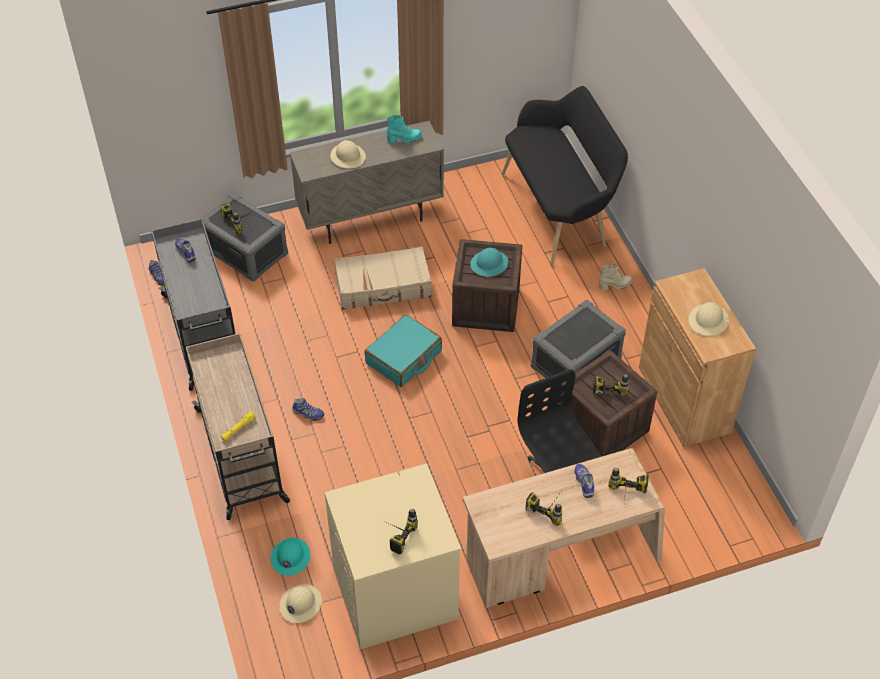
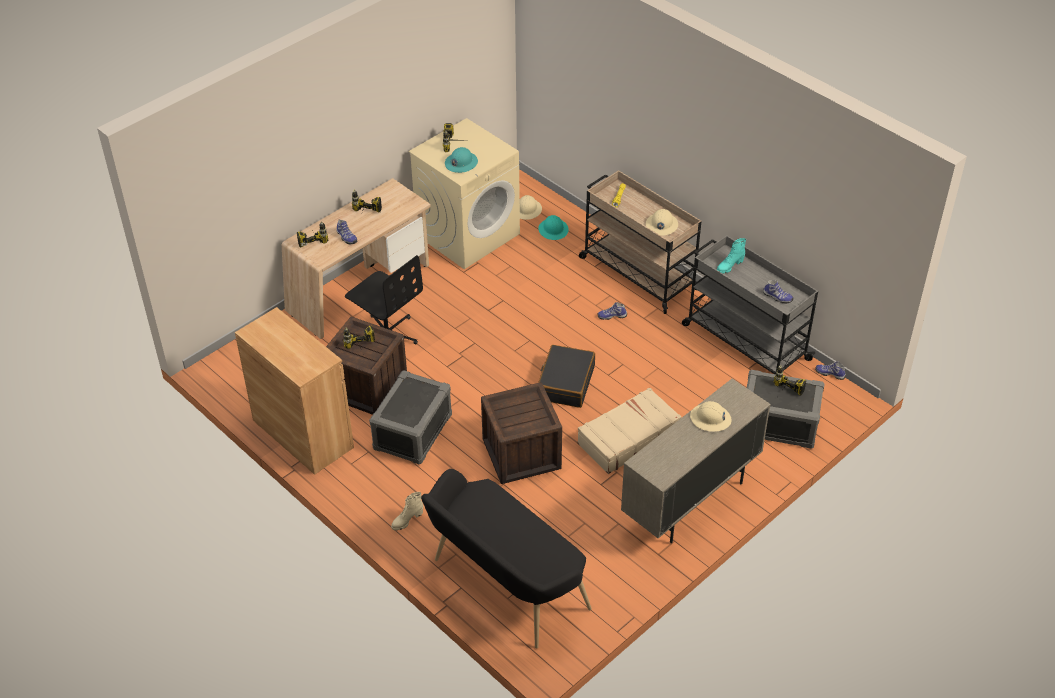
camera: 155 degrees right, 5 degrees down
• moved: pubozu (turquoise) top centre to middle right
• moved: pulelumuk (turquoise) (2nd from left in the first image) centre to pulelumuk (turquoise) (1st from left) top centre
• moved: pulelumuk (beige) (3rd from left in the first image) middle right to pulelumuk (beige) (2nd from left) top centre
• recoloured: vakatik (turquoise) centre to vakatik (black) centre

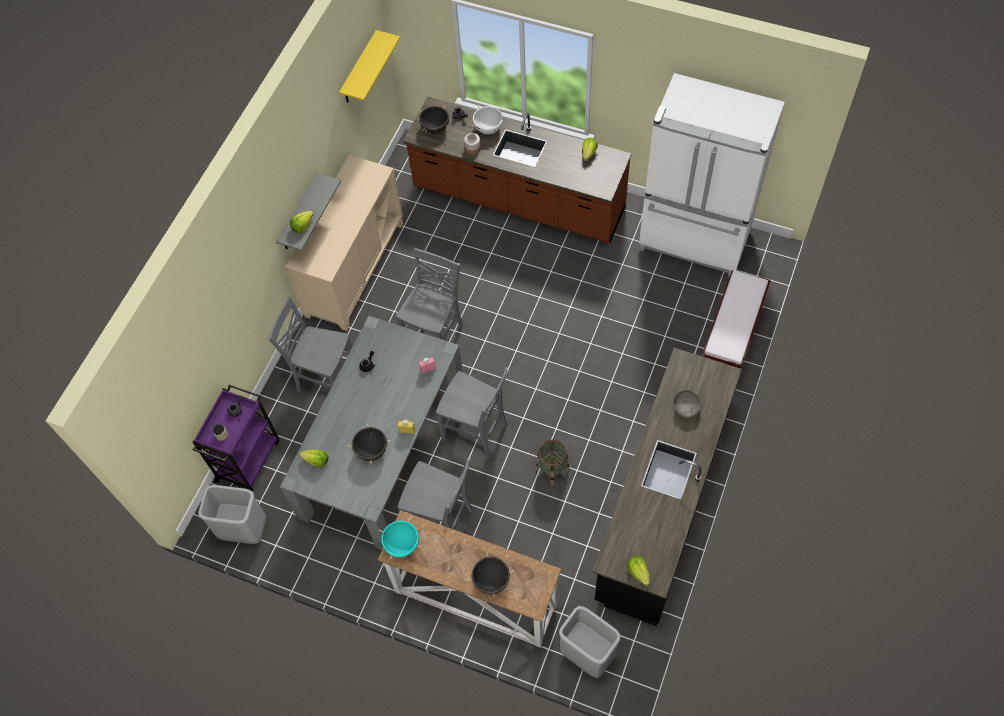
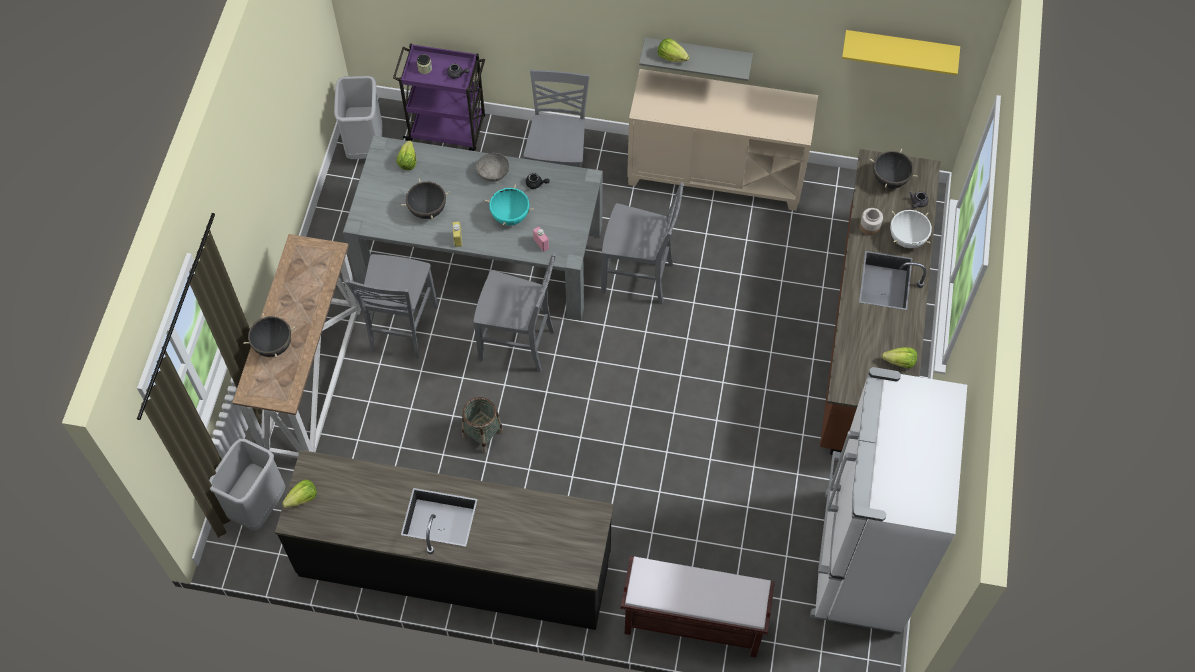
camera: 75 degrees right, 0 degrees up
• turned: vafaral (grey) (4th from left in the first image) centre = centre 90 degrees counterclockwise
• moved: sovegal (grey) middle right to top centre
• moved: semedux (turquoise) bottom centre to top centre

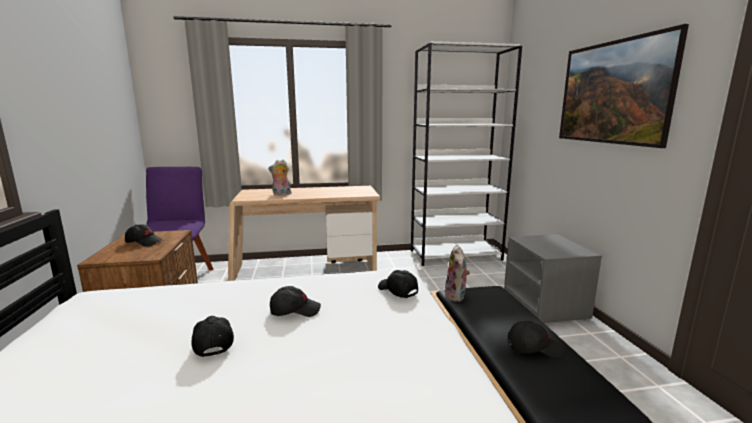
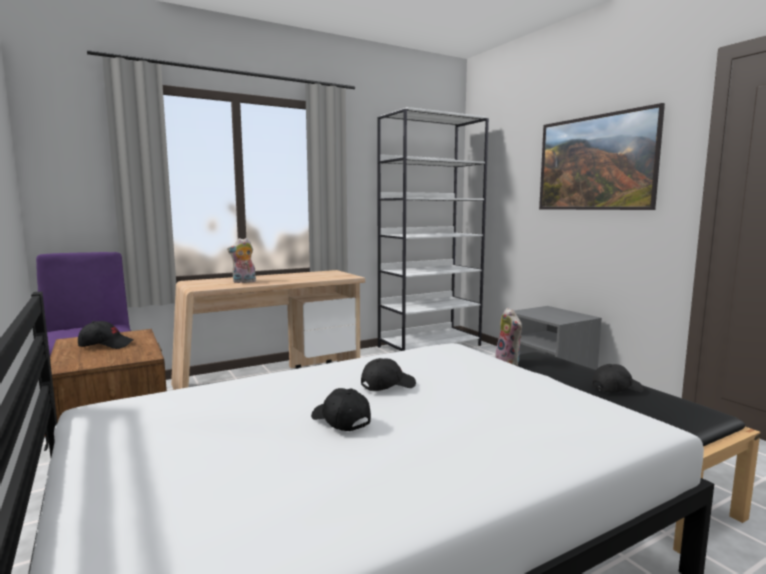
camera: 20 degrees left, 5 degrees down
• removed: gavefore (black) (4th from left) bottom centre

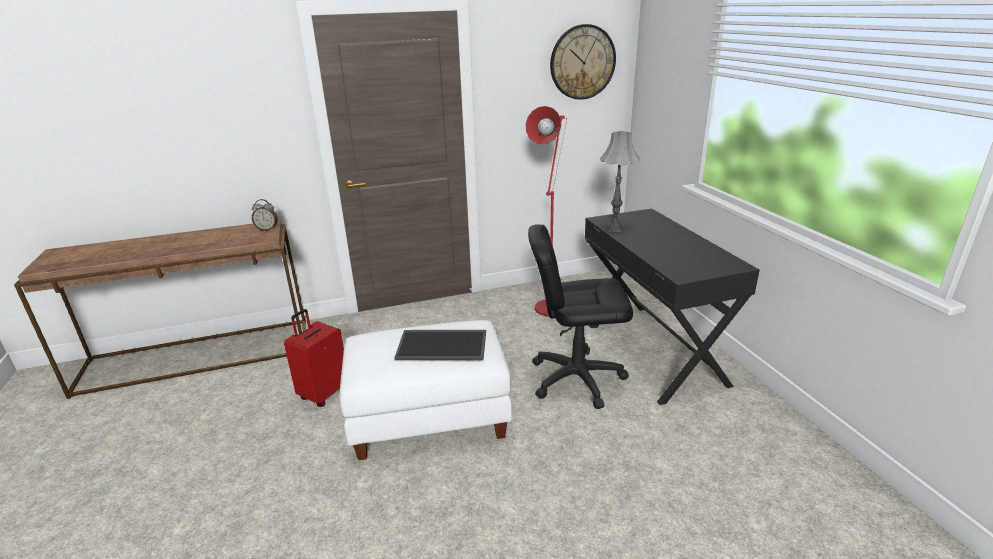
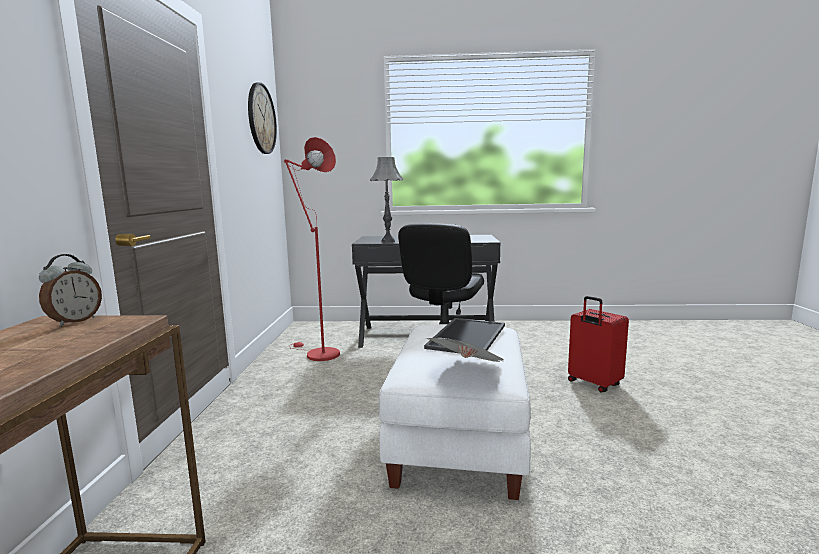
camera: 70 degrees left, 15 degrees down
• moved: vakatik (red) middle left to middle right
• added: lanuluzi centre

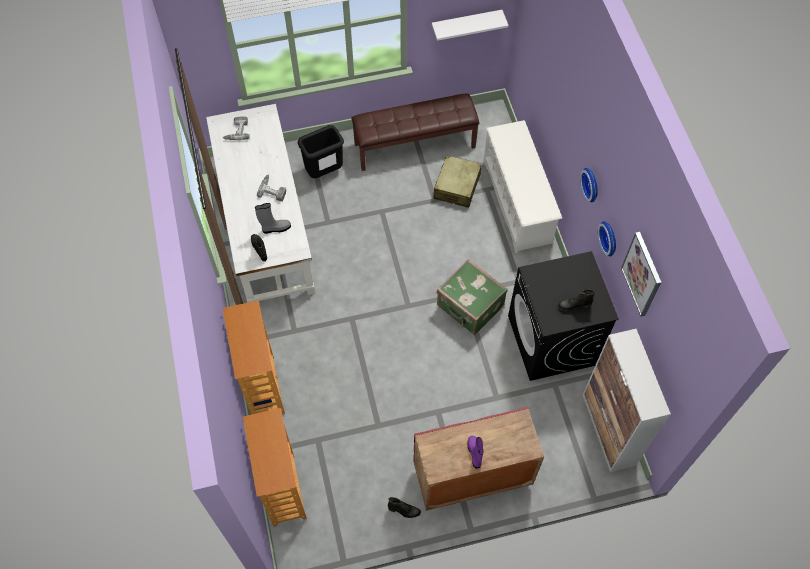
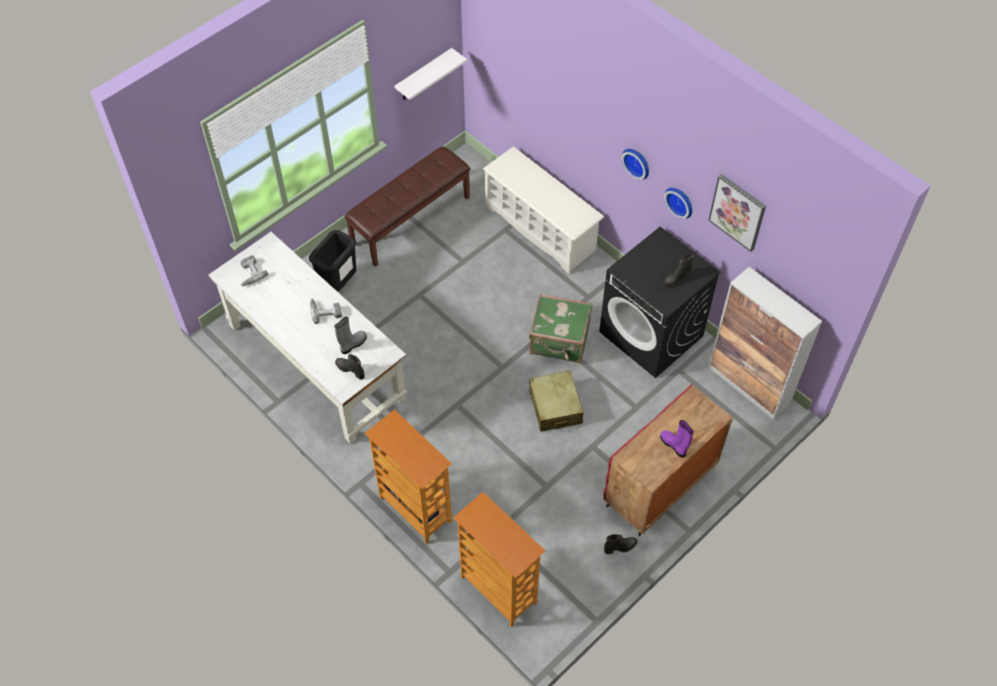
camera: 30 degrees left, 5 degrees down
• moved: vakatik (beige) top centre to centre

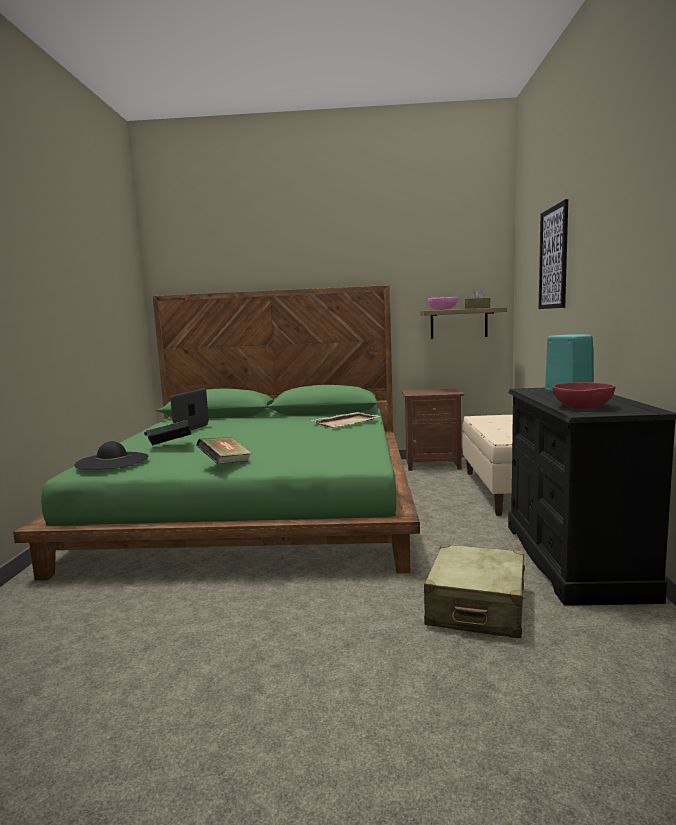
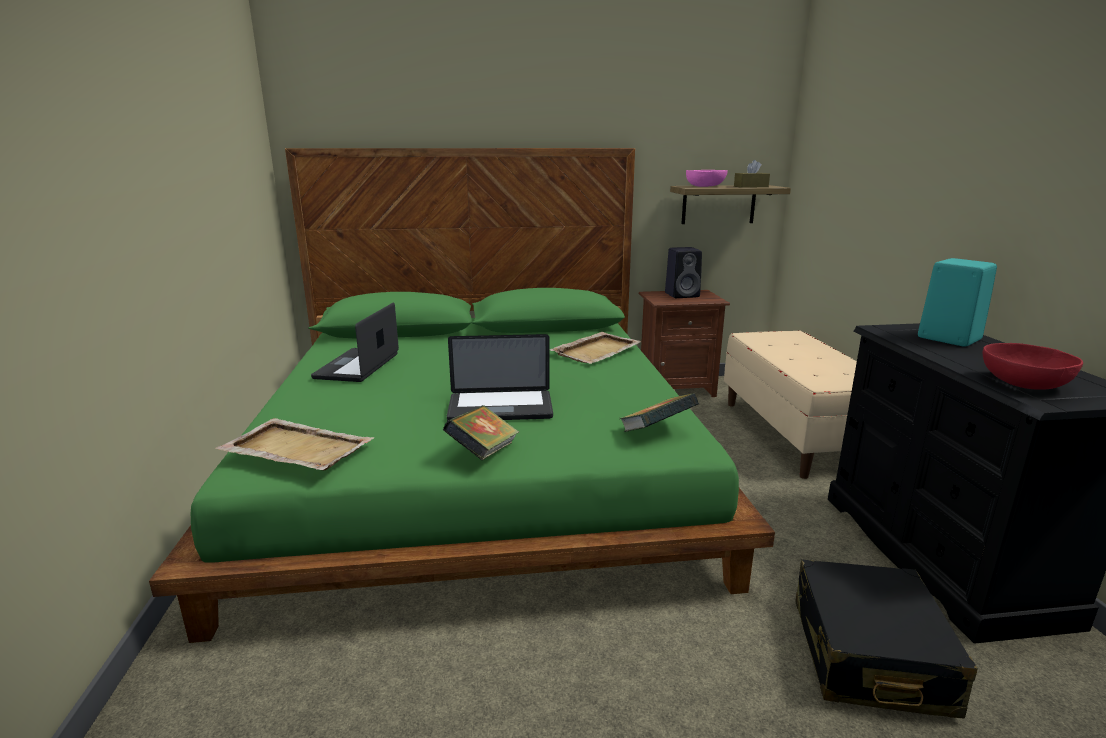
camera: 10 degrees left, 10 degrees up
• removed: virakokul top right
• moved: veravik (1st from left in the first image) middle left to veravik (2nd from left) centre
• replaced: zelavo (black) middle left to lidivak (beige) (1st from left) middle left
• recoloured: vakatik (beige) bottom right to vakatik (black) bottom right
• added: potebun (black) centre
• added: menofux (2nd from left) centre

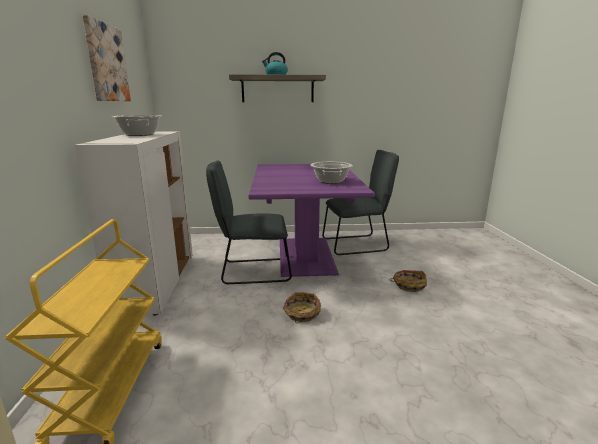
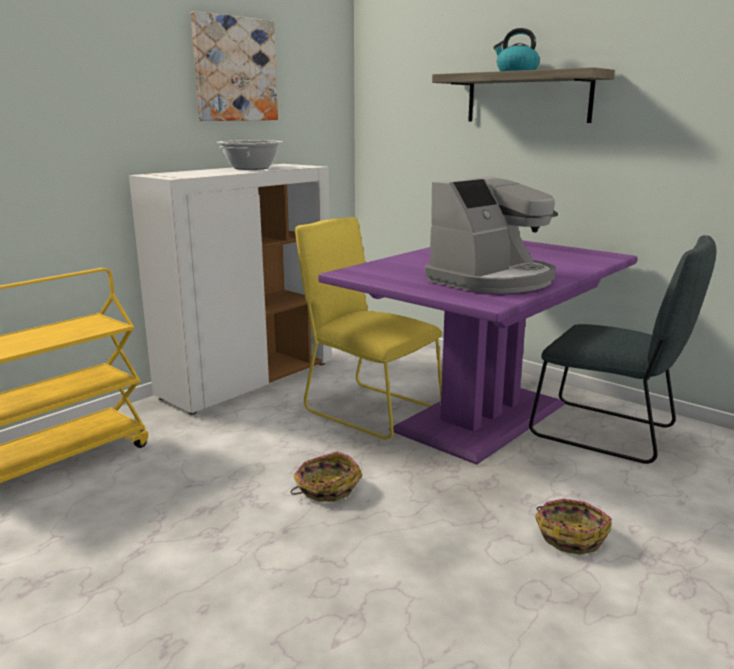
camera: 45 degrees right, 0 degrees up
• recoloured: vafaral (grey) (1st from left) centre to vafaral (yellow) centre
• replaced: semedux (2nd from left) centre to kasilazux middle right

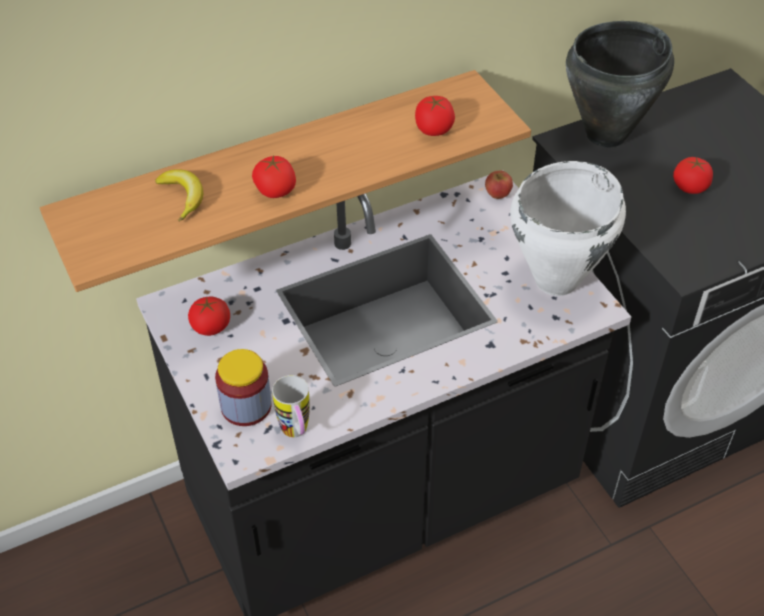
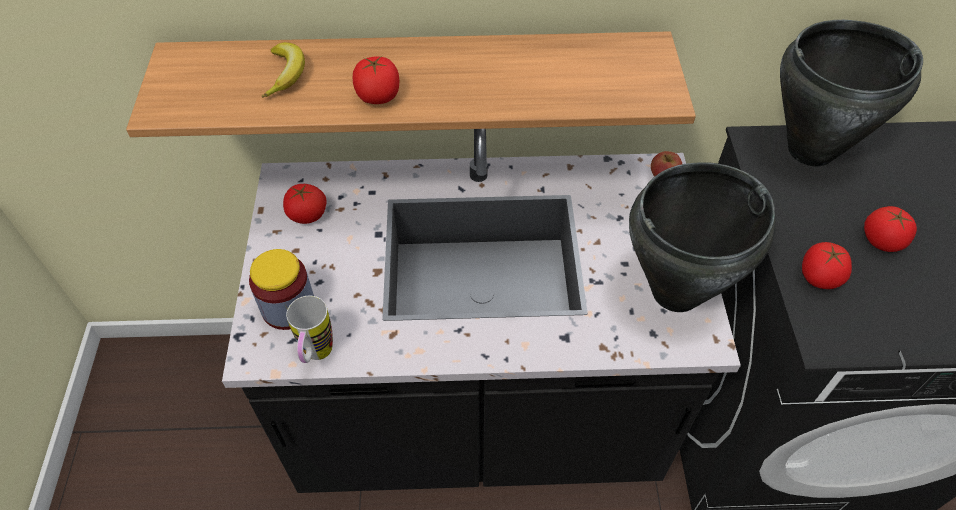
camera: 25 degrees right, 5 degrees up
• moved: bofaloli (3rd from left) top centre to middle right
• recoloured: semedux (white) middle right to semedux (black) (1st from left) middle right

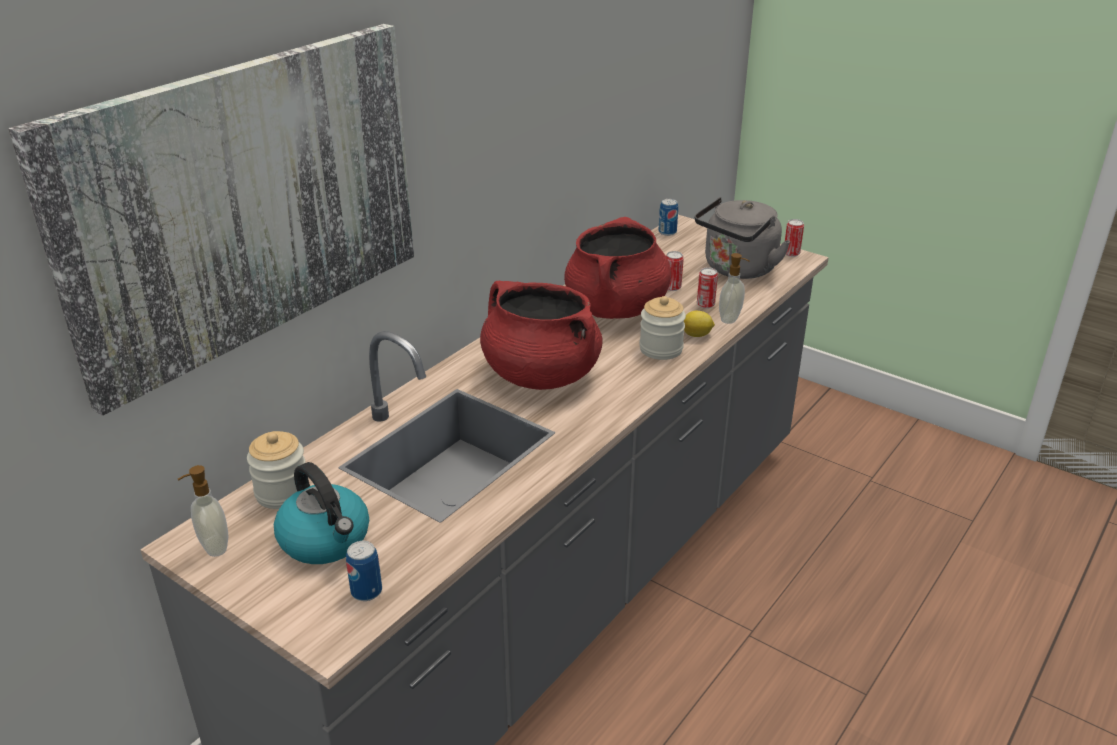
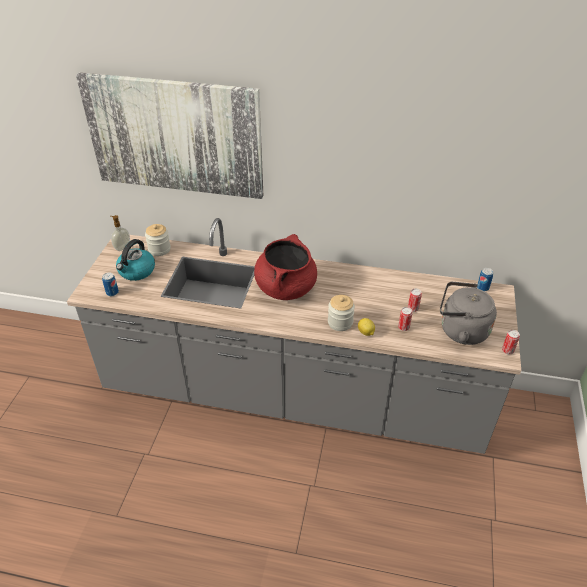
camera: 65 degrees right, 10 degrees up
• removed: semedux (red) (2nd from left) centre
• removed: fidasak (2nd from left) centre

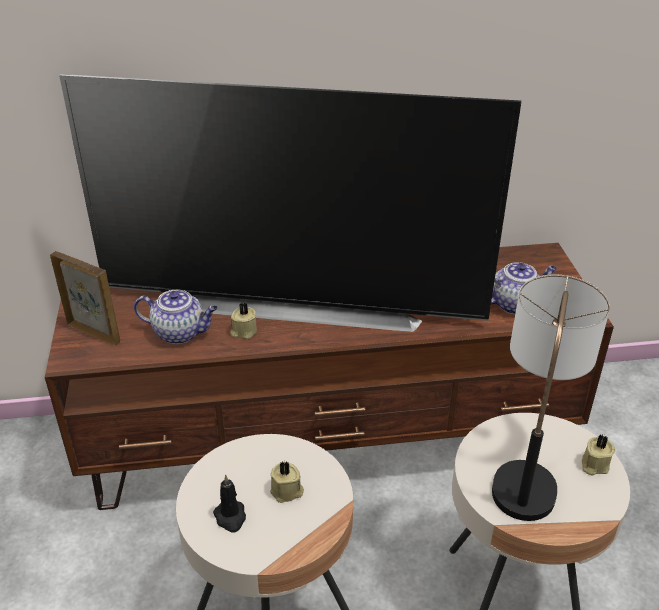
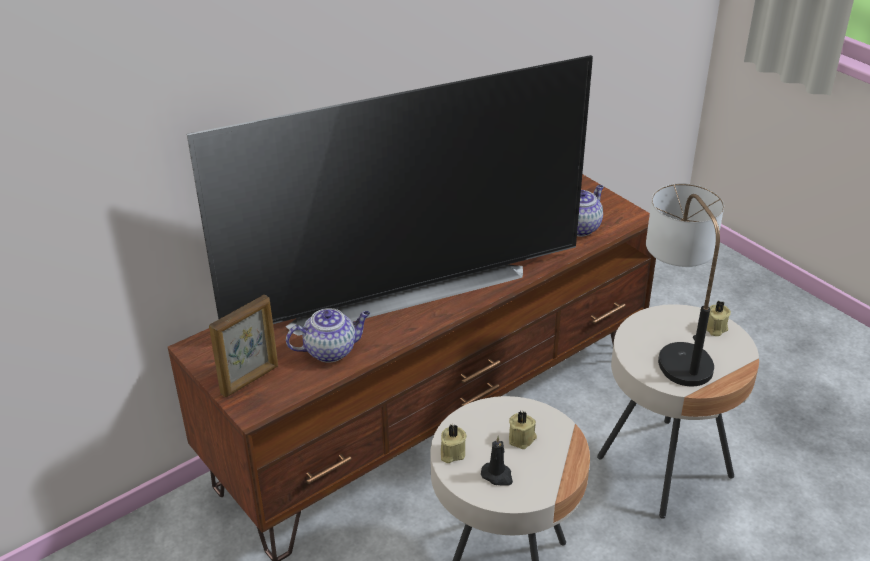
camera: 30 degrees left, 0 degrees up
• turned: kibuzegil middle left = middle left 135 degrees clockwise
• moved: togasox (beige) (1st from left) centre to bottom centre

